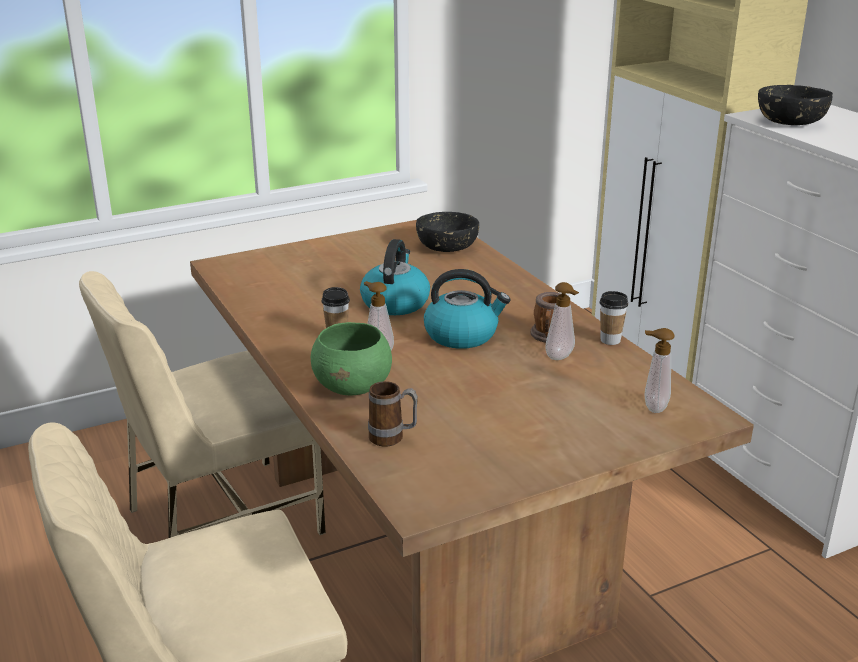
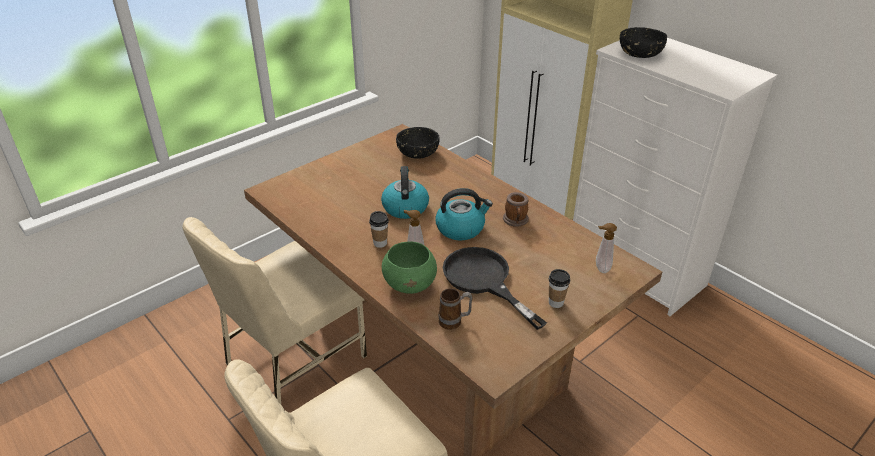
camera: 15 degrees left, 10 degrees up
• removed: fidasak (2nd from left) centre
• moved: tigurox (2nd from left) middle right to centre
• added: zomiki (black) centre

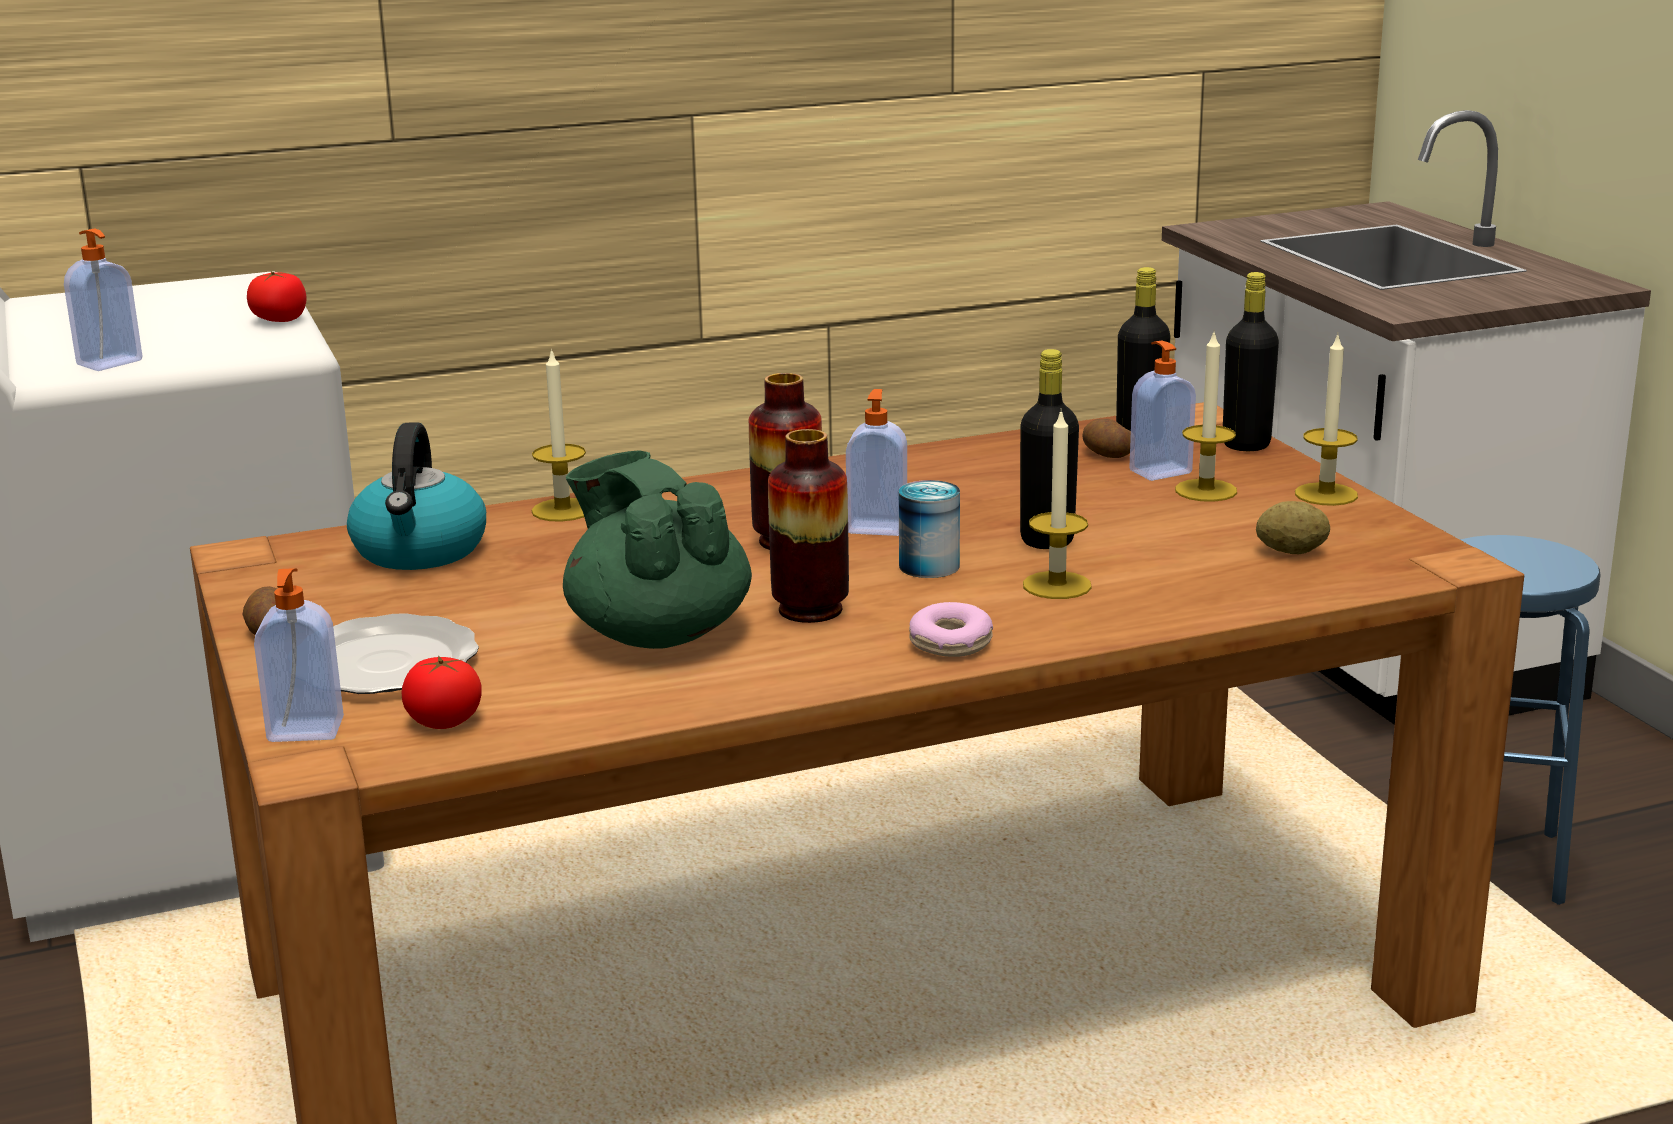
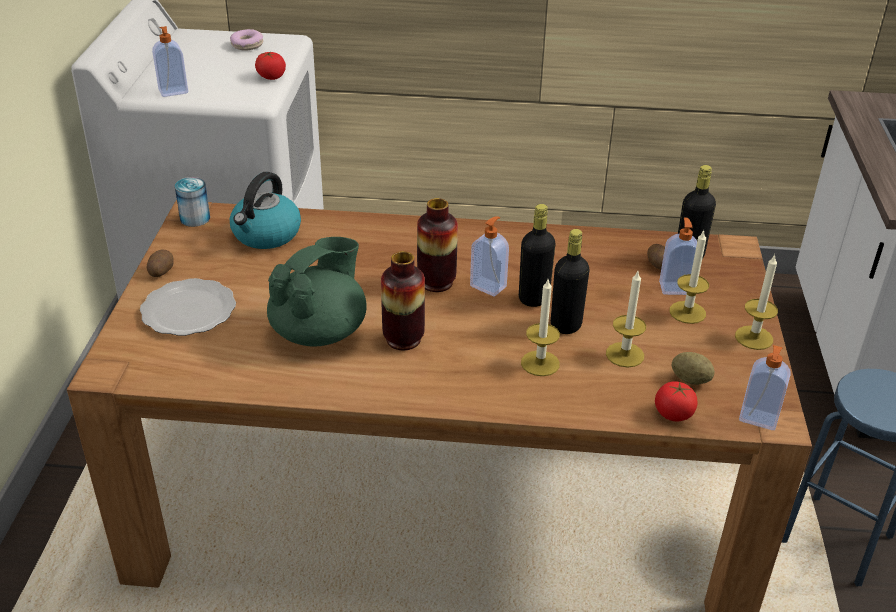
camera: 25 degrees right, 15 degrees up
• moved: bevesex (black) (3rd from left in the first image) top right to bevesex (black) (1st from left) centre
• moved: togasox (1st from left in the first image) centre to togasox (2nd from left) middle right
• turned: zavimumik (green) centre = centre 45 degrees clockwise
• moved: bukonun centre to top left
• moved: fidasak (2nd from left in the first image) middle left to fidasak (4th from left) middle right
• moved: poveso centre to top left
• moved: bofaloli (2nd from left) middle left to middle right

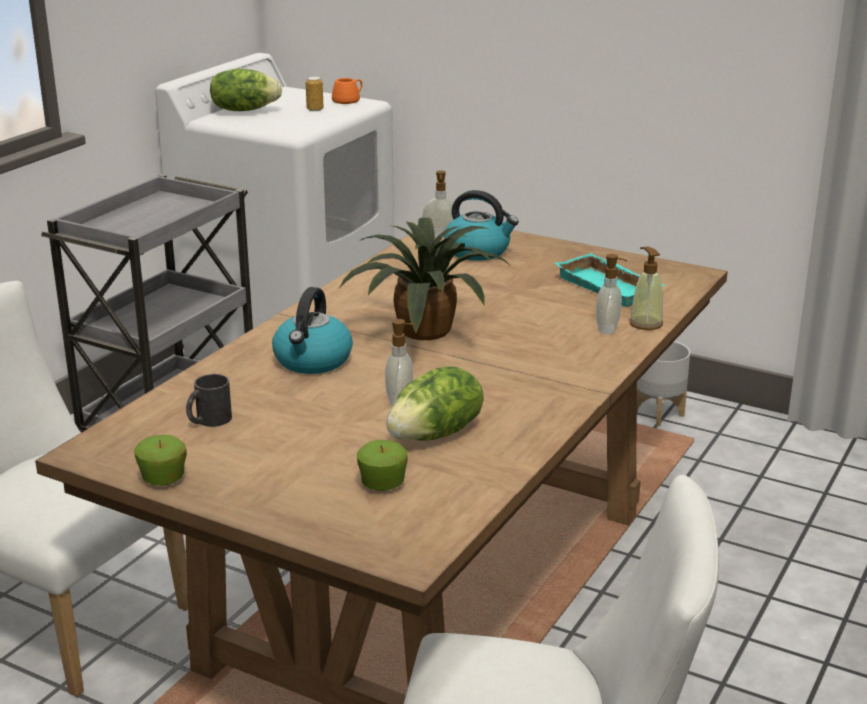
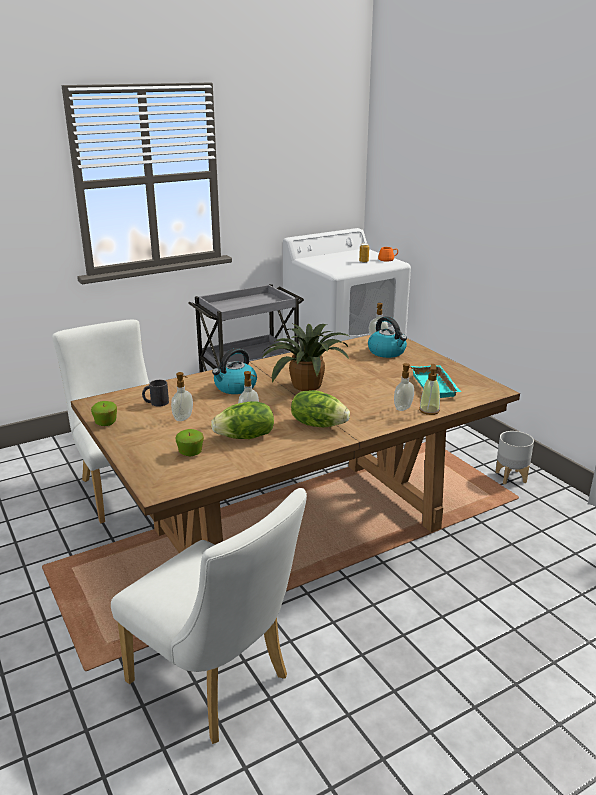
camera: 30 degrees right, 0 degrees up
• moved: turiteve (1st from left in the first image) top left to turiteve (2nd from left) centre
• added: fidasak (1st from left) middle left

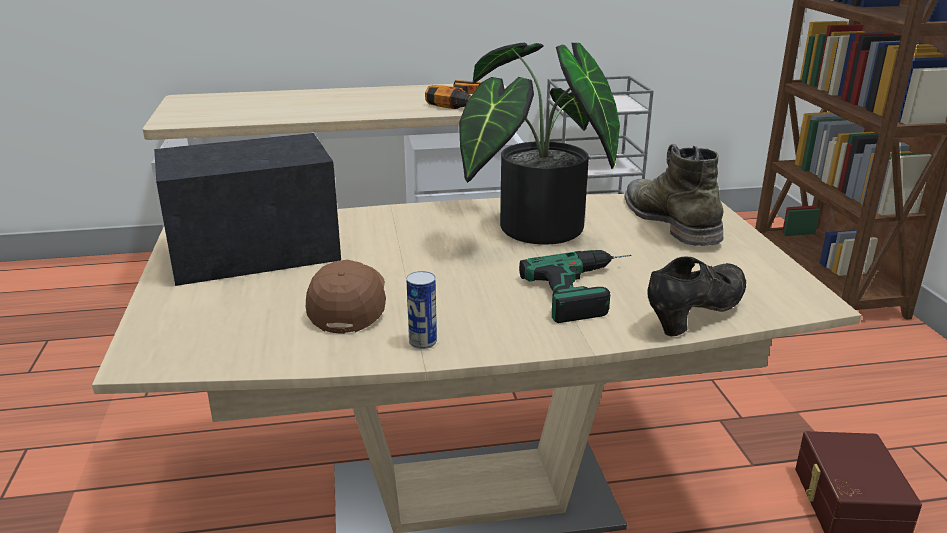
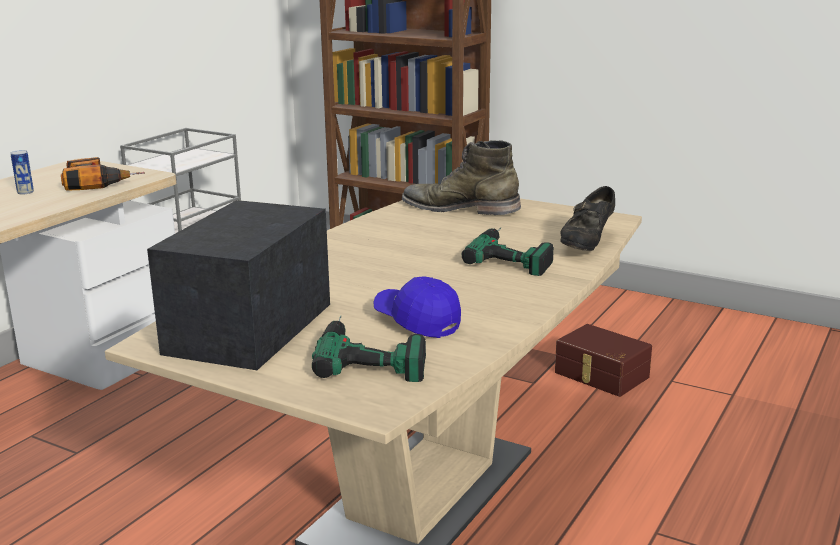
camera: 50 degrees left, 5 degrees down
• removed: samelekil top centre
• turned: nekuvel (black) middle right = middle right 150 degrees counterclockwise
• recoloured: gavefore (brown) centre to gavefore (blue) centre
• moved: bukonun centre to top left
• added: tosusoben (2nd from left) centre

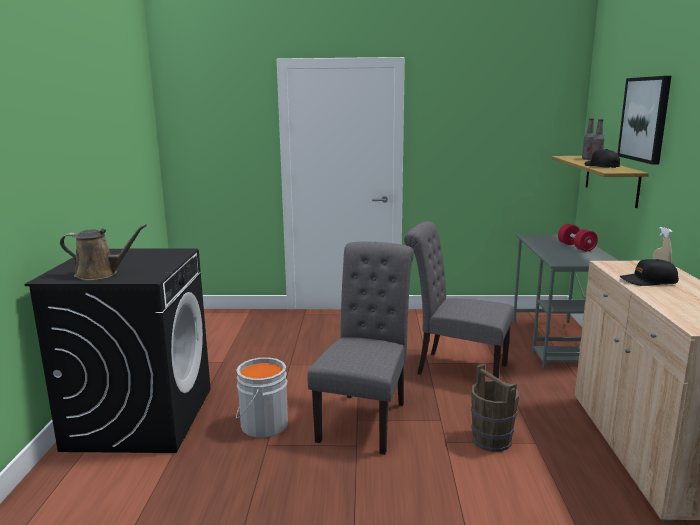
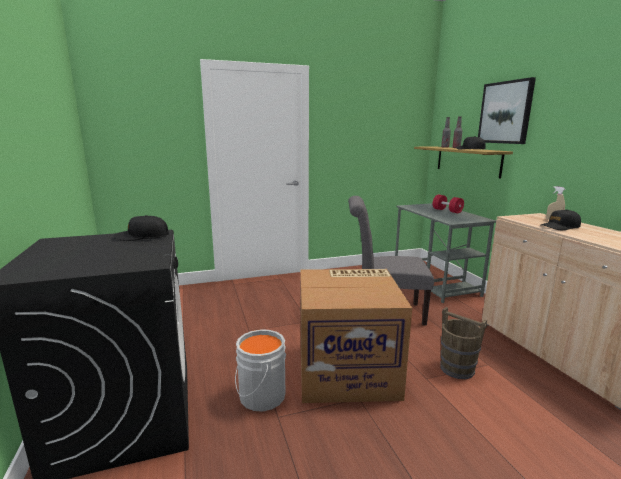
camera: 20 degrees left, 0 degrees up
• removed: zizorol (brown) middle left
• replaced: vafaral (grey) (1st from left) centre to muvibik bottom centre
• added: gavefore (black) (1st from left) middle left

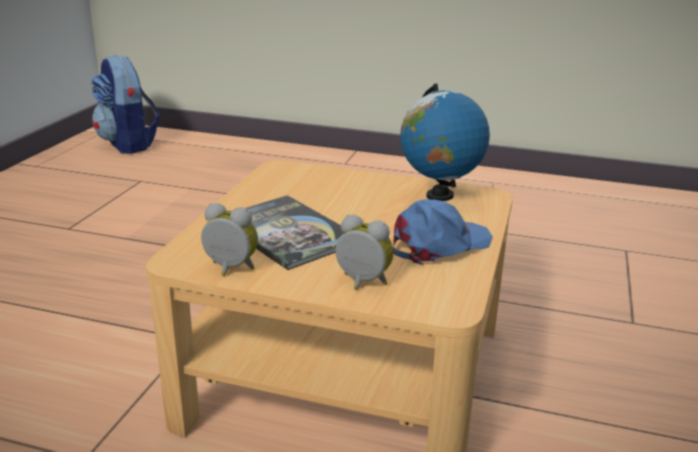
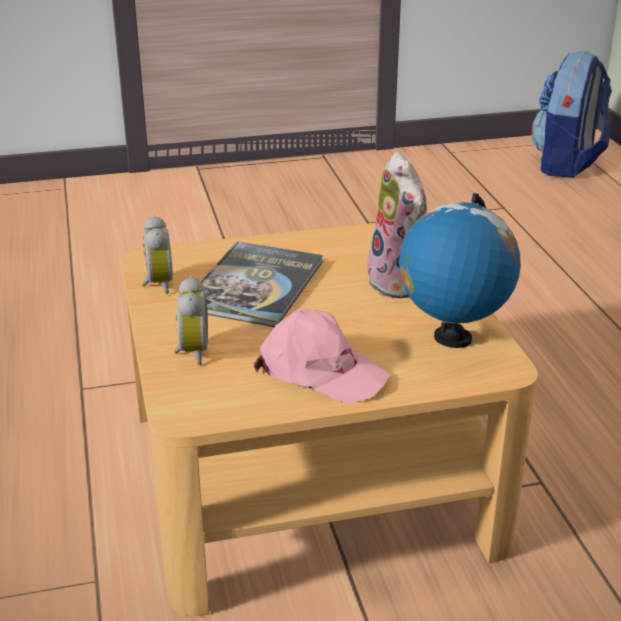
camera: 60 degrees right, 5 degrees up
• recoloured: gavefore (blue) centre to gavefore (pink) centre
• added: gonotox centre

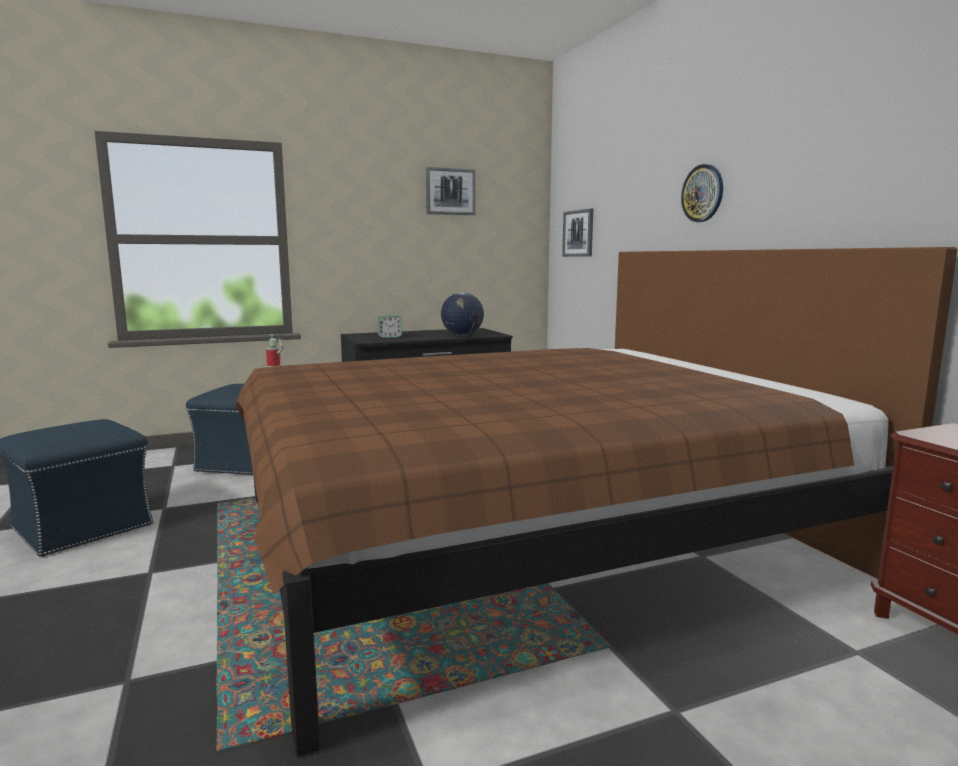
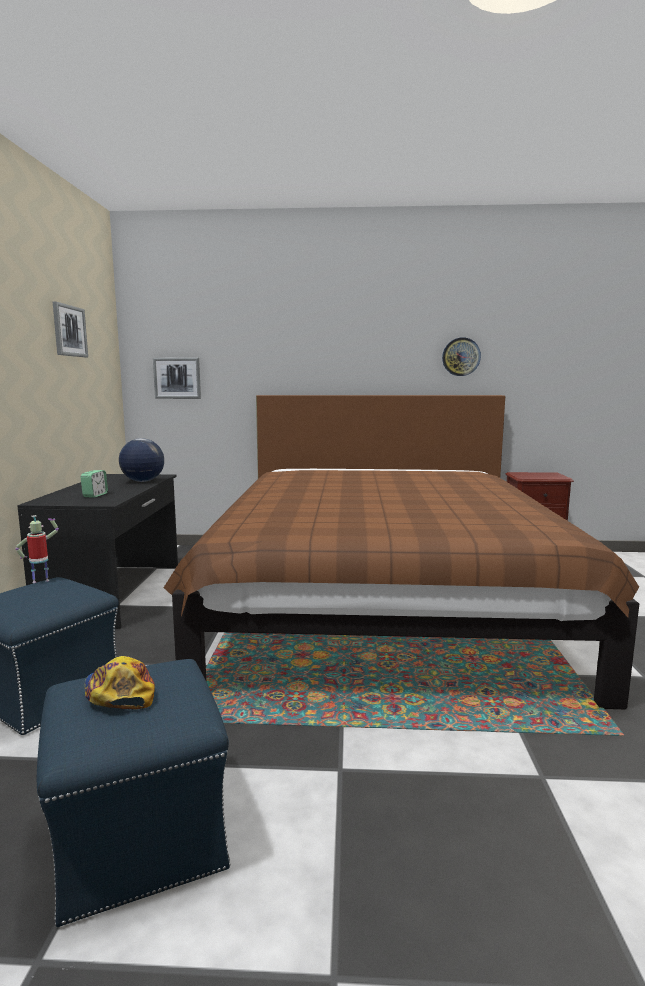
camera: 65 degrees left, 0 degrees up
• moved: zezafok top right to middle right
• added: gavefore bottom left

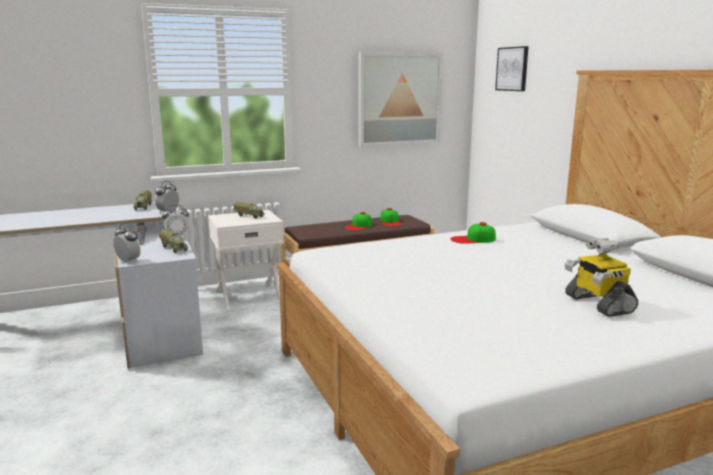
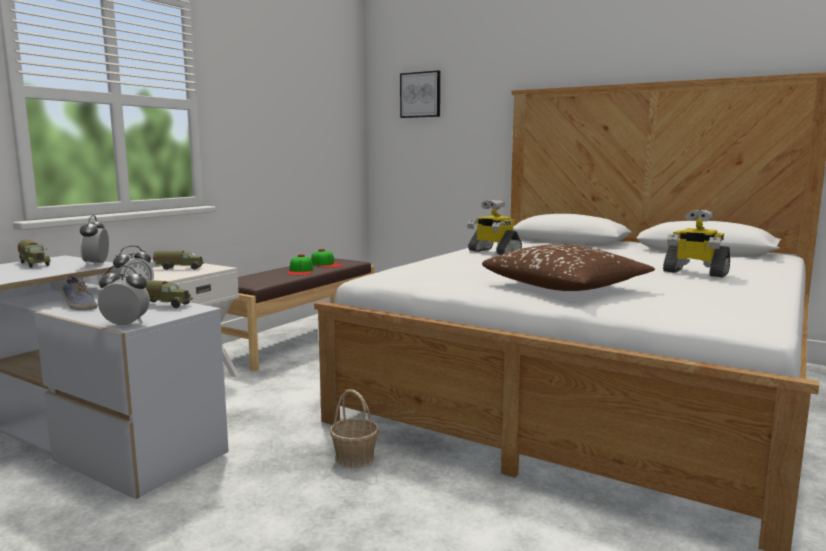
camera: 35 degrees left, 5 degrees down
• removed: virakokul (1st from left) top centre
• replaced: gavefore (3rd from left) centre to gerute (1st from left) centre
• added: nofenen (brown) middle right
• added: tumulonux bottom centre

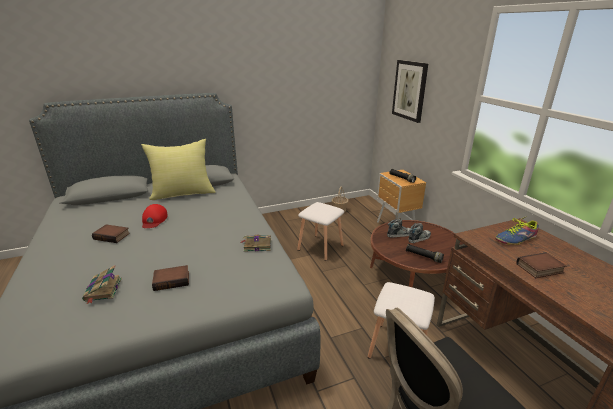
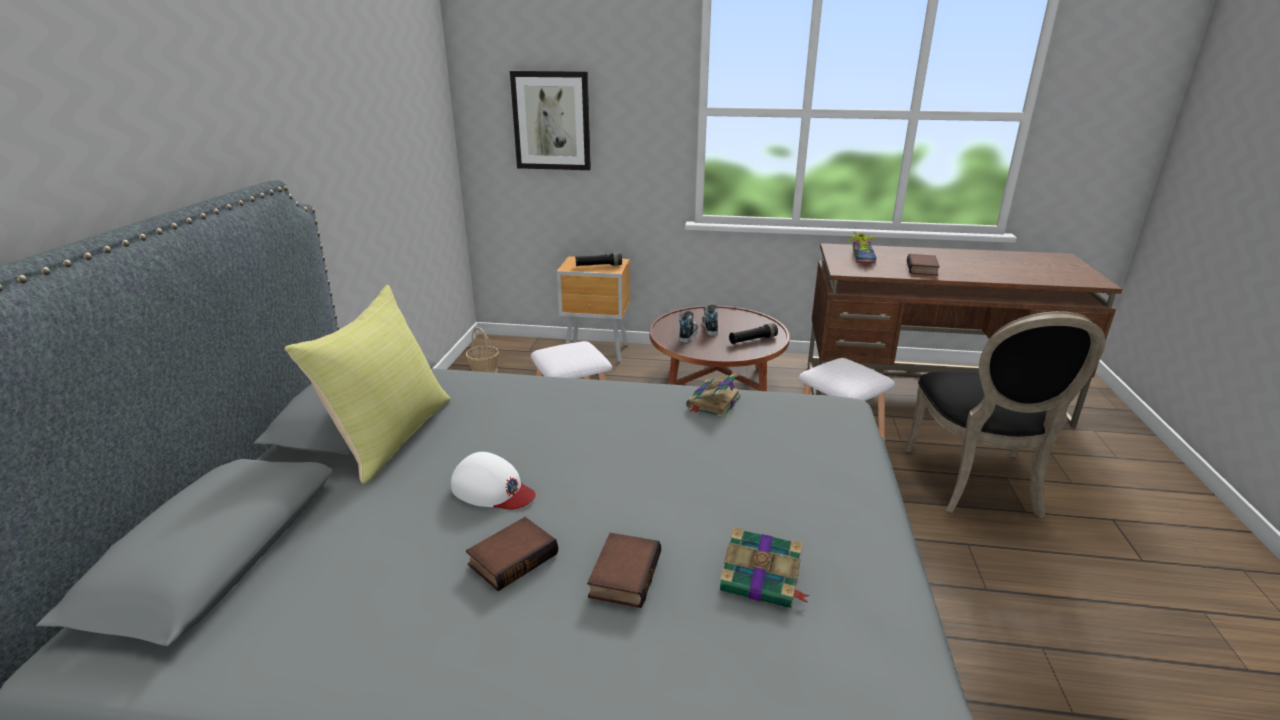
camera: 60 degrees left, 0 degrees up
• recoloured: gavefore (red) middle left to gavefore (white) bottom centre
• moved: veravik (3rd from left in the first image) bottom left to veravik (2nd from left) bottom centre

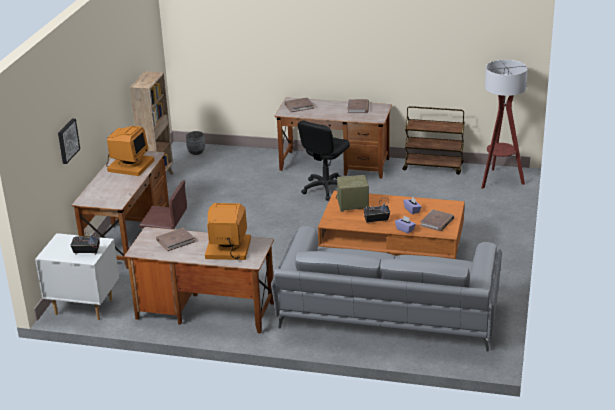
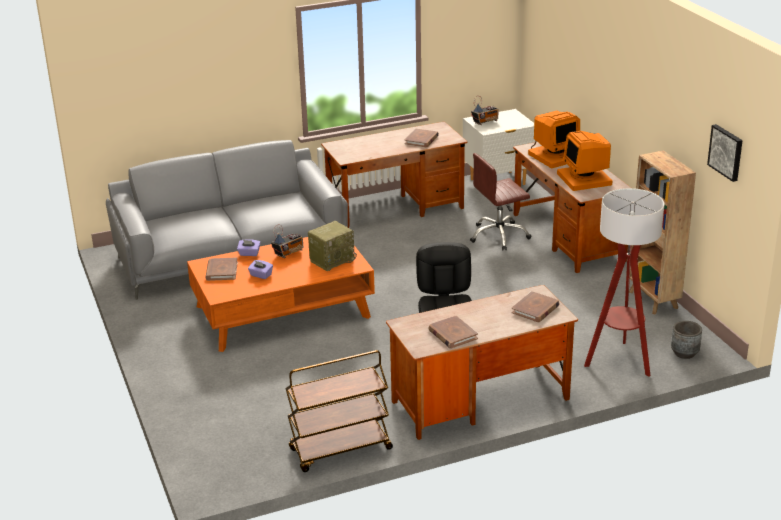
camera: 145 degrees right, 0 degrees up
• moved: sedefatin top right to middle right
• moved: virakokul middle left to top right
• moved: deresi (2nd from left in the first image) centre to deresi (1st from left) top right

